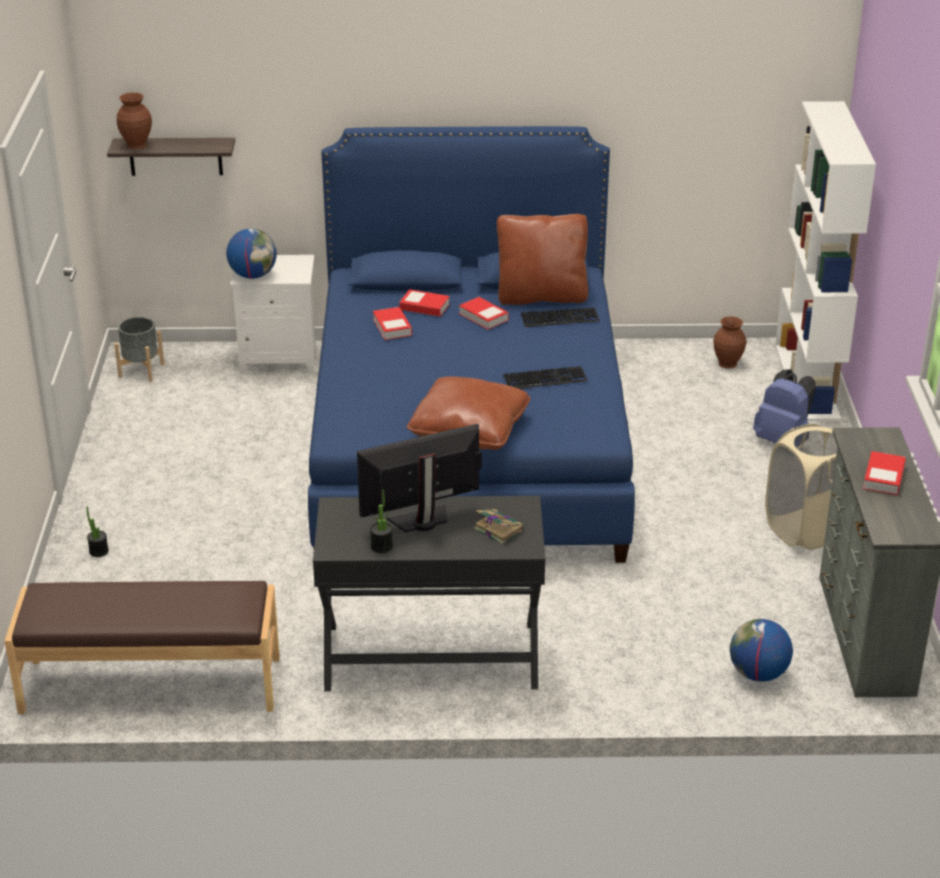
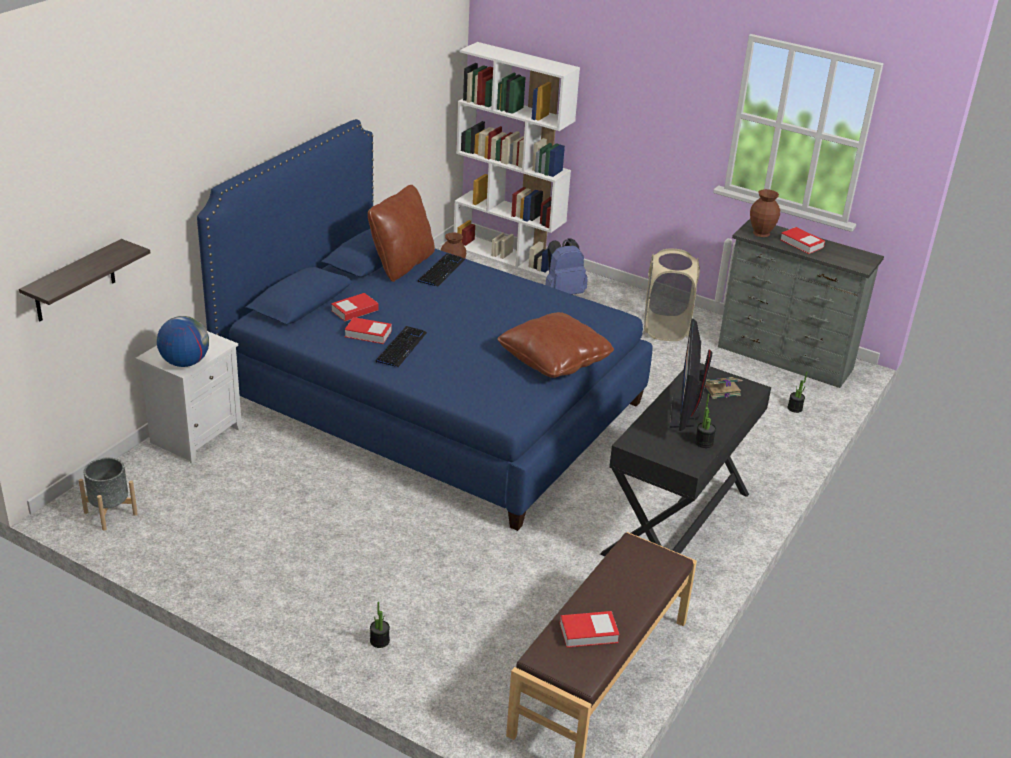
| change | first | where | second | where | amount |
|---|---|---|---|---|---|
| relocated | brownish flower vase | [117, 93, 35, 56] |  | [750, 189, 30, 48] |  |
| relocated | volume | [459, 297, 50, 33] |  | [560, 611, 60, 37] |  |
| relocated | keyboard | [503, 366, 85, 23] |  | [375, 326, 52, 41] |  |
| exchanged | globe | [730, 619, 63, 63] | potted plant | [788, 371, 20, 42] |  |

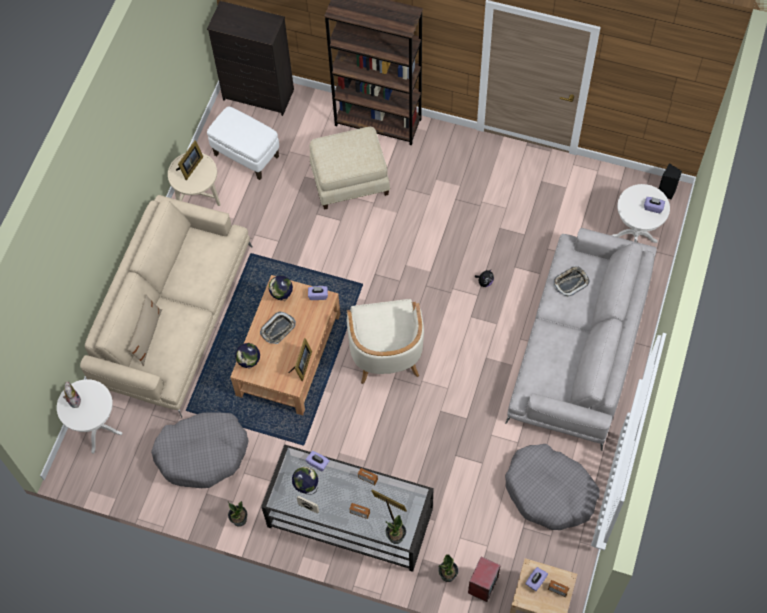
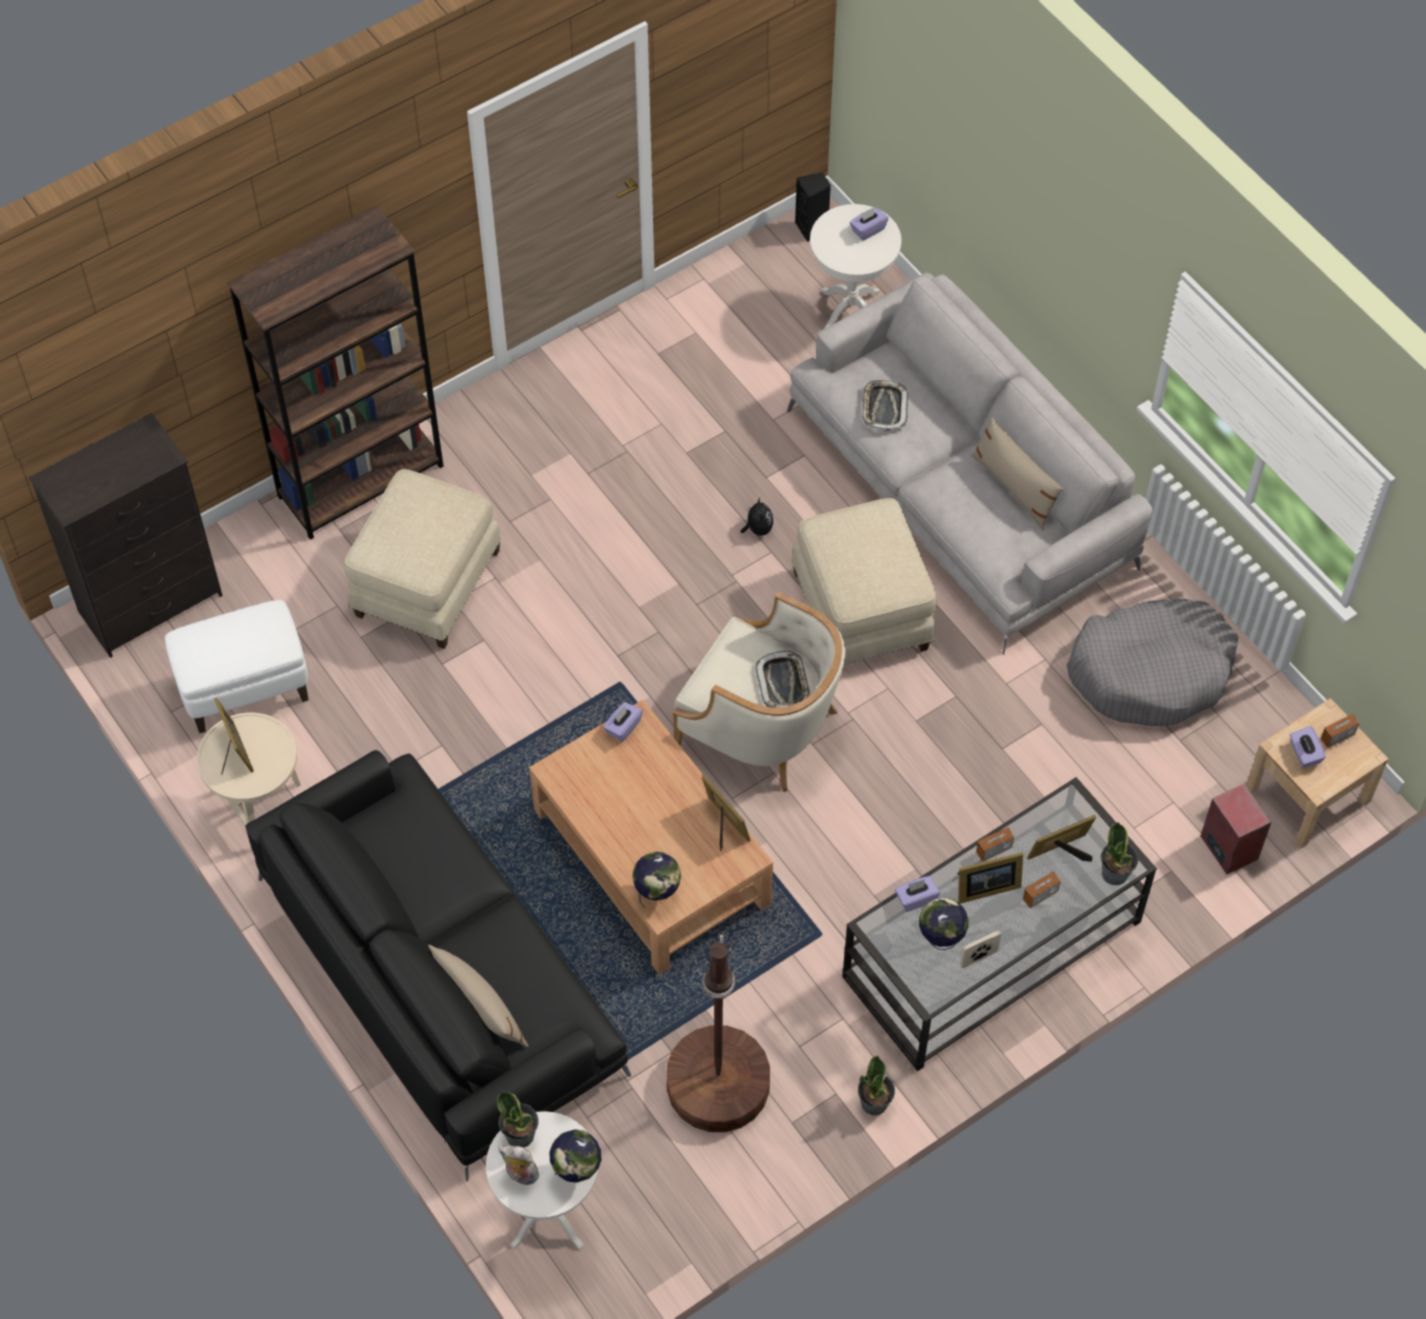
| change | first | where | second | where | amount |
|---|---|---|---|---|---|
| colour | beige sofa | [80, 195, 173, 223] | black-coloured sofa | [245, 750, 386, 432] |  |
| relocated | globe | [269, 275, 24, 26] |  | [549, 1129, 52, 54] |  |
| relocated | tray | [260, 311, 36, 33] |  | [755, 650, 56, 58] |  |
| exchanged | gray dog cushion | [151, 412, 98, 76] | brownish standard lamp | [666, 935, 104, 197] |  |
| relocated | potted plant | [438, 554, 20, 28] |  | [497, 1091, 42, 57] |  |
| appeared |  |  | beige pillow | [971, 416, 93, 114] |  |
| appeared |  |  | beige ottoman | [791, 498, 145, 167] |  |
| appeared |  |  | photo frame | [958, 852, 65, 52] |  |

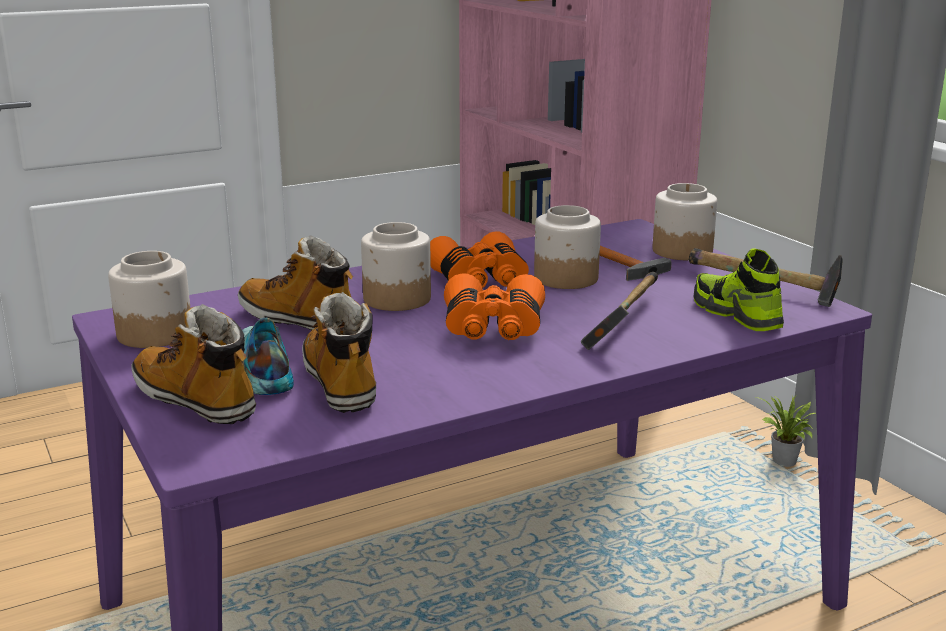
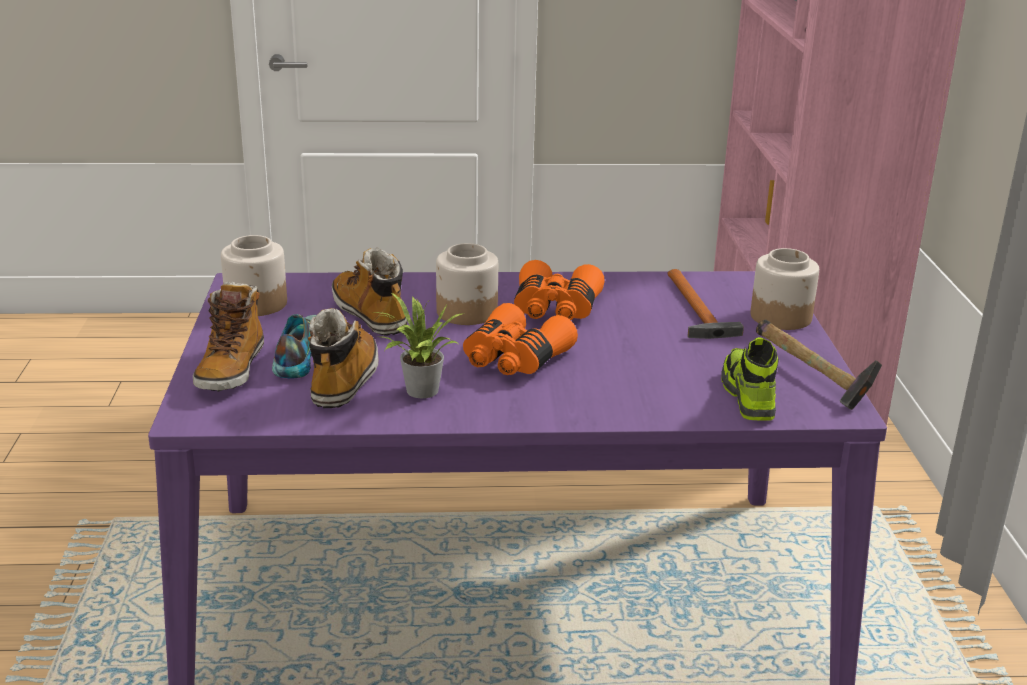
| change | first | where | second | where | amount |
|---|---|---|---|---|---|
| missing | storage jar | [534, 205, 67, 84] |  |  |  |
| missing | hand hammer | [581, 272, 77, 78] |  |  |  |
| spun | tall boot | [132, 304, 124, 120] |  | [193, 282, 71, 110] | 150 degrees counterclockwise |
| relocated | potted plant | [756, 395, 60, 72] |  | [375, 292, 89, 106] |  |

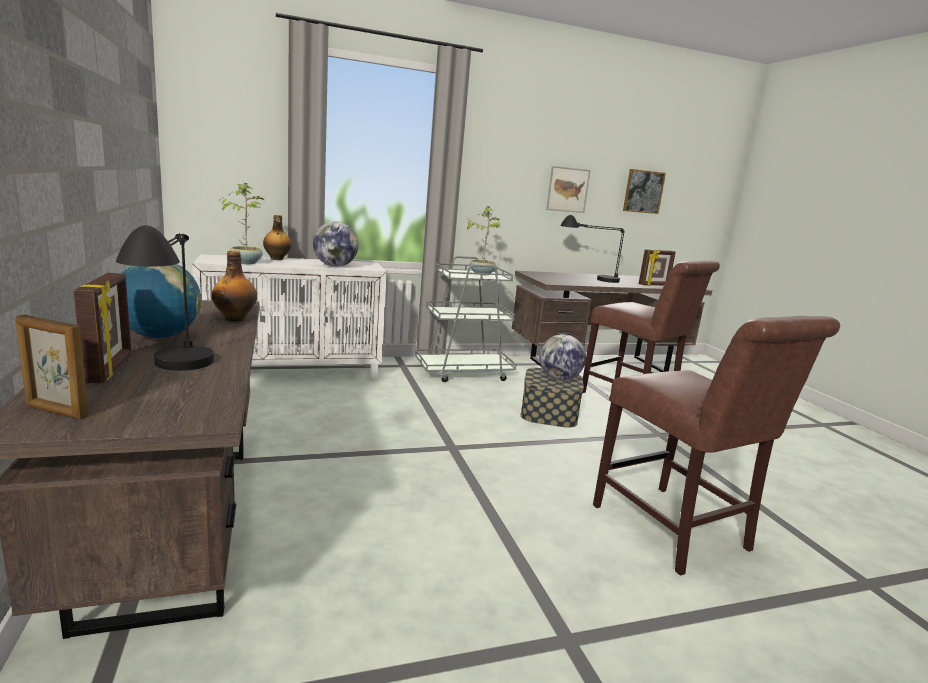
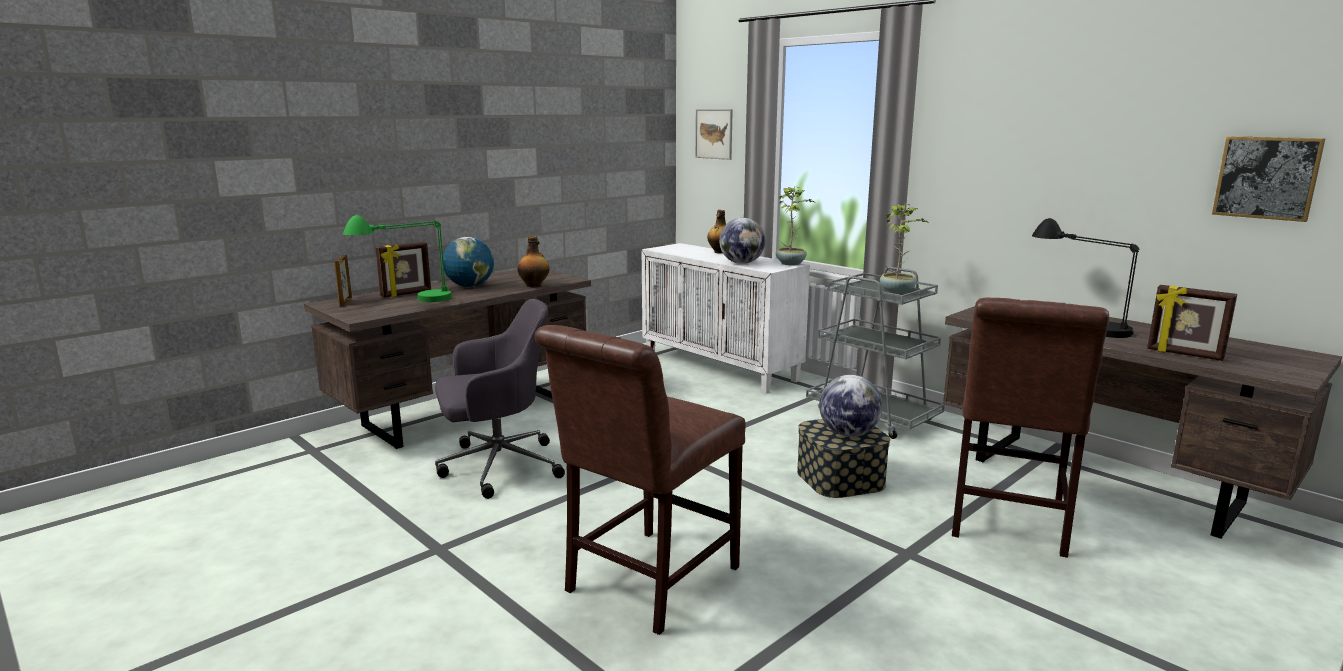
| change | first | where | second | where | amount |
|---|---|---|---|---|---|
| relocated | picture | [546, 166, 45, 47] |  | [695, 109, 38, 51] |  |
| relocated | potted plant | [221, 183, 43, 81] |  | [776, 186, 39, 80] |  |
| colour | black-coloured tabletop lamp | [116, 226, 98, 145] | green-coloured tabletop lamp | [343, 215, 109, 87] |  |
| appeared |  |  | gray desk chair | [435, 299, 130, 200] |  |

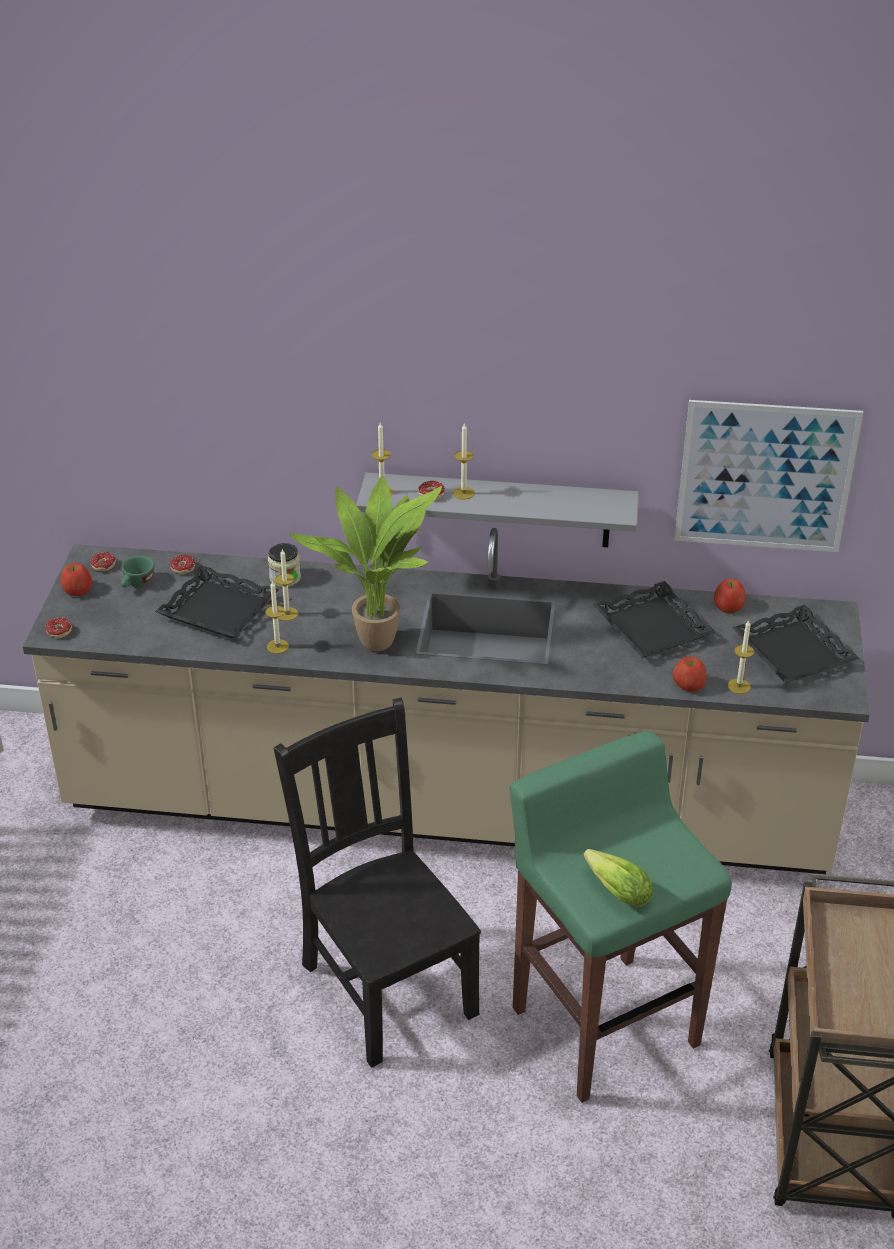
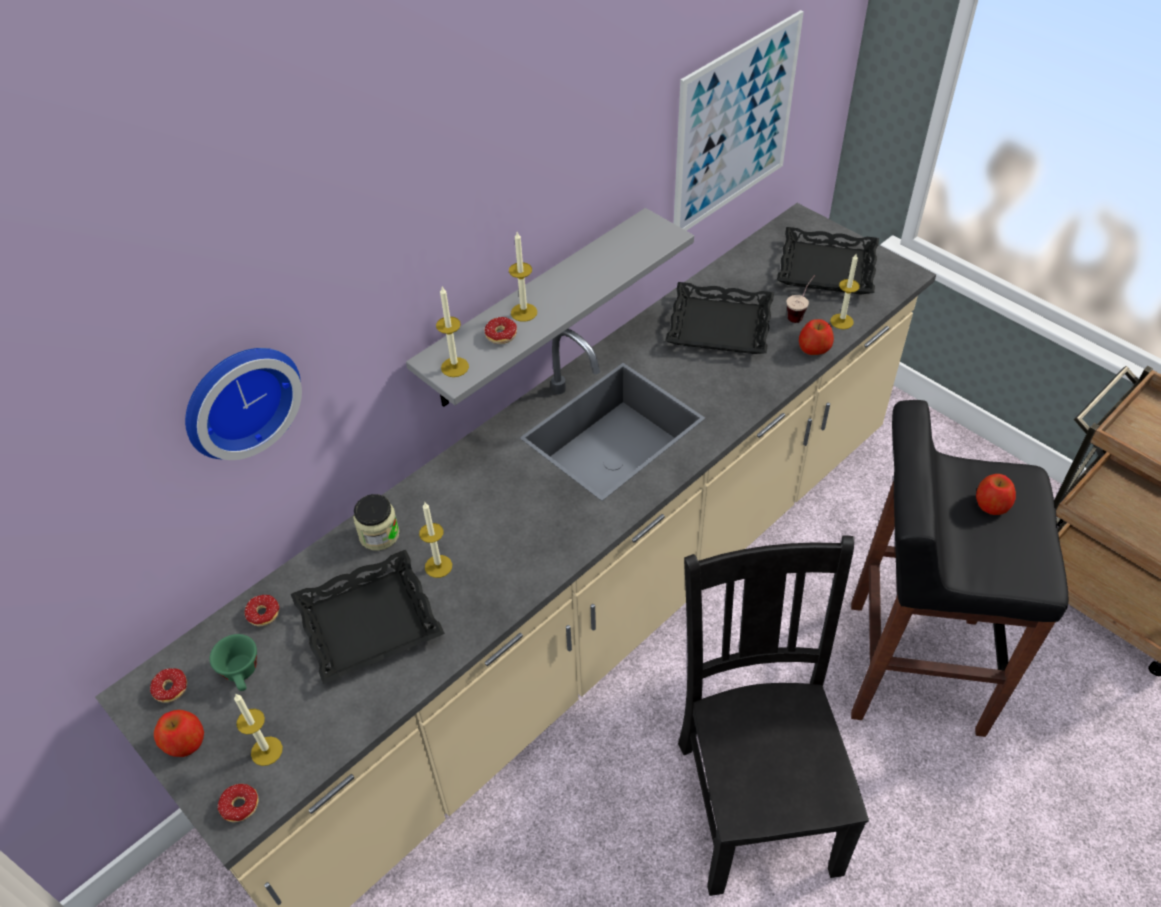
| change | first | where | second | where | amount |
|---|---|---|---|---|---|
| missing | potted plant | [289, 476, 153, 175] |  |  |  |
| relocated | apple | [714, 579, 32, 34] |  | [976, 474, 40, 41] |  |
| relocated | wax light | [265, 580, 24, 74] |  | [234, 693, 49, 73] |  |
| spun | black-coloured upright chair | [274, 698, 207, 370] |  | [678, 535, 191, 361] | 75 degrees clockwise |
| colour | green-coloured stool | [509, 731, 223, 372] | black-coloured stool | [851, 400, 217, 337] |  |
| missing | head of lettuce | [583, 849, 70, 57] |  |  |  |
| appeared |  |  | cup | [787, 275, 28, 48] |  |
| appeared |  |  | wall clock | [185, 348, 117, 112] |  |

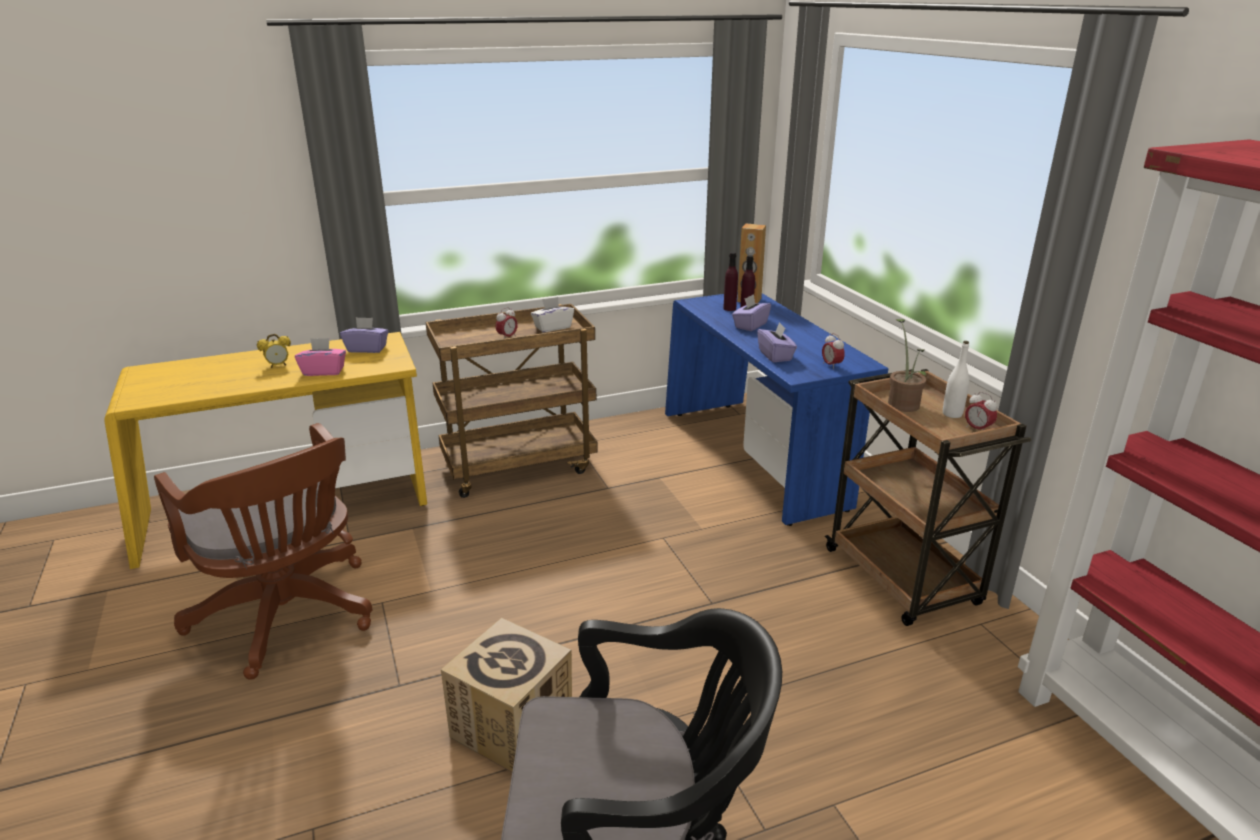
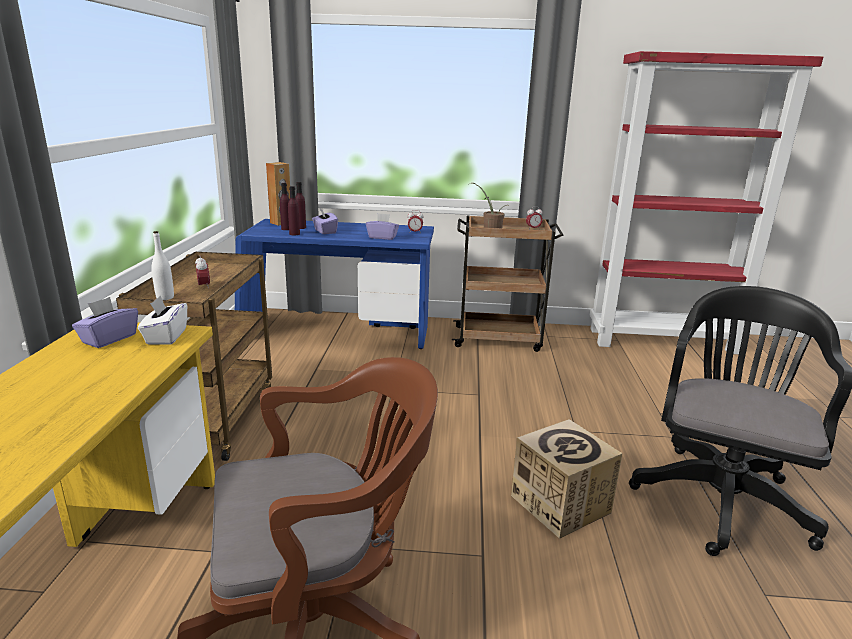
| change | first | where | second | where | amount |
|---|---|---|---|---|---|
| relocated | white-coloured tissue holder | [531, 297, 43, 35] |  | [138, 296, 49, 49] |  |
| missing | table clock | [257, 334, 34, 34] |  |  |  |
| missing | pink tissue holder | [295, 338, 51, 38] |  |  |  |
| relocated | white-coloured bottle | [943, 341, 26, 77] |  | [151, 231, 23, 69] |  |
| appeared |  |  | purple-coloured bottle | [288, 186, 12, 49] |  |

